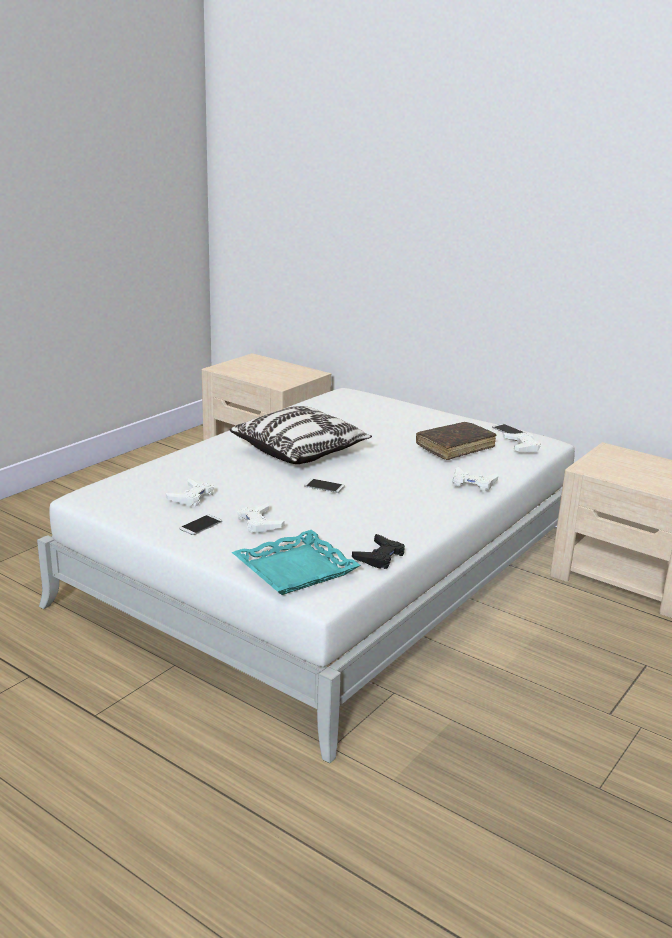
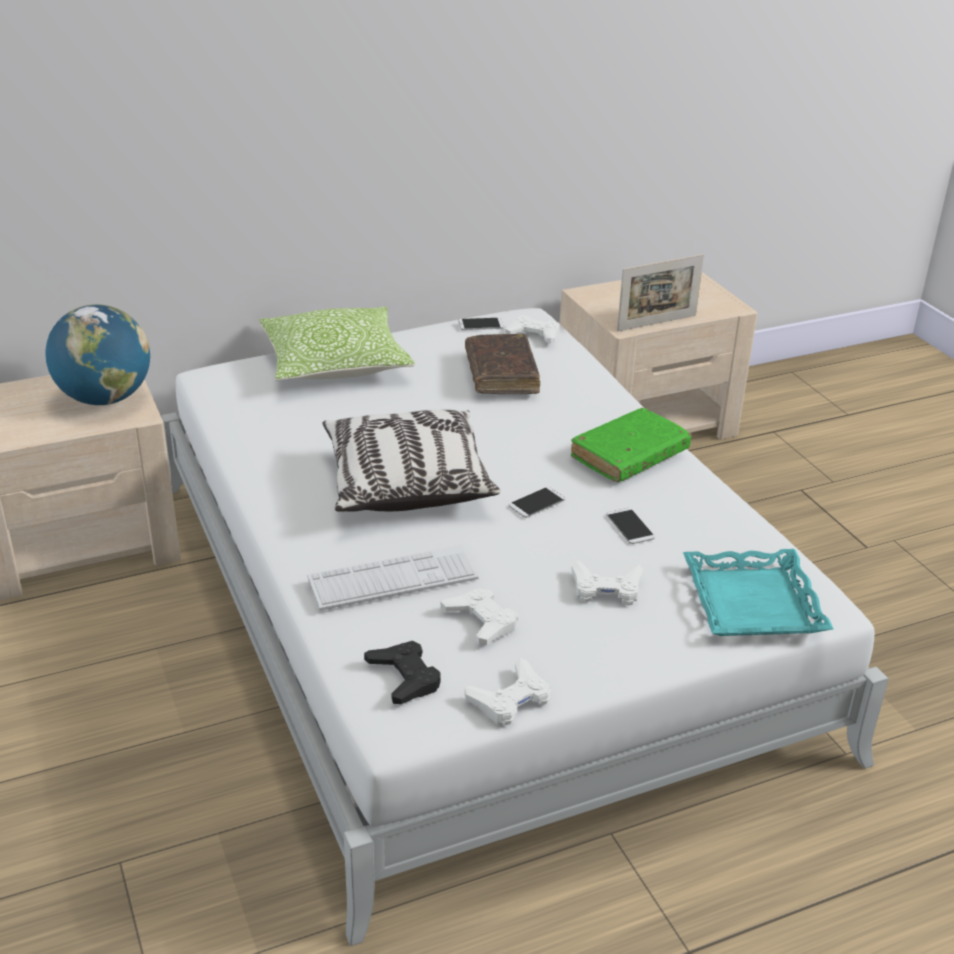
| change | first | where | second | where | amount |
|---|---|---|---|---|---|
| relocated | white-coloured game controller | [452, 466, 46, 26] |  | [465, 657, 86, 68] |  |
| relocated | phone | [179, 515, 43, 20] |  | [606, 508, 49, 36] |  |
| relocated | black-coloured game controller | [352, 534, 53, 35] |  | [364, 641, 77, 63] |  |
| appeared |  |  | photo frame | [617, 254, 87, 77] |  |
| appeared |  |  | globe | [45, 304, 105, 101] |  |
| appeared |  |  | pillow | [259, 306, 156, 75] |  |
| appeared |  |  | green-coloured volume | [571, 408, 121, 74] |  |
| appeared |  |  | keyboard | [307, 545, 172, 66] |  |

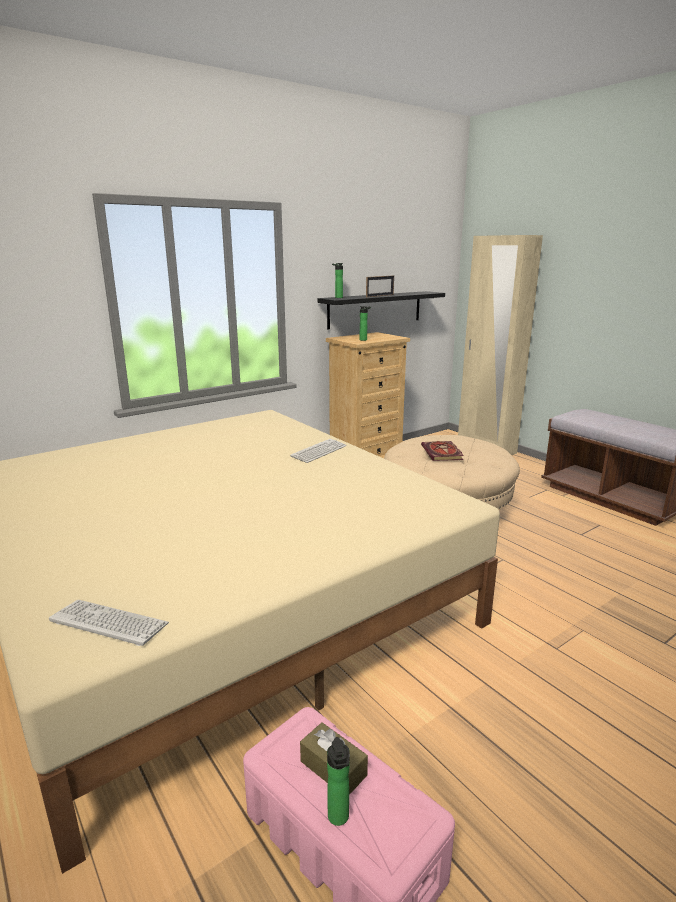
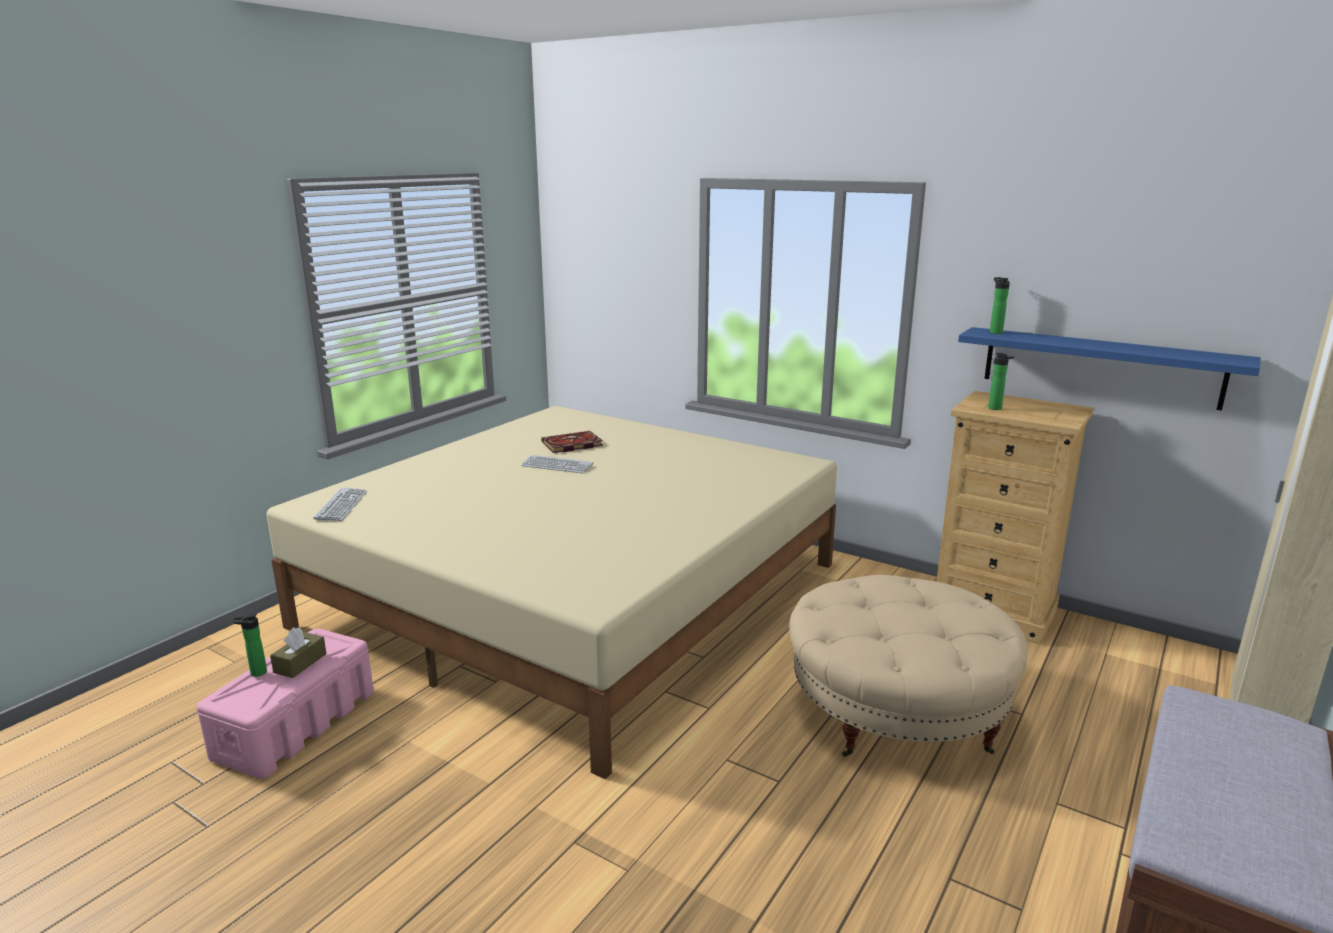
| change | first | where | second | where | amount |
|---|---|---|---|---|---|
| missing | photo frame | [366, 275, 28, 22] |  |  |  |
| colour | black-coloured shelf | [318, 291, 127, 38] | bluish shelf | [958, 327, 303, 84] |  |
| relocated | keyboard | [290, 439, 56, 24] |  | [521, 455, 72, 18] |  |
| relocated | volume | [421, 441, 43, 20] |  | [541, 431, 62, 22] |  |

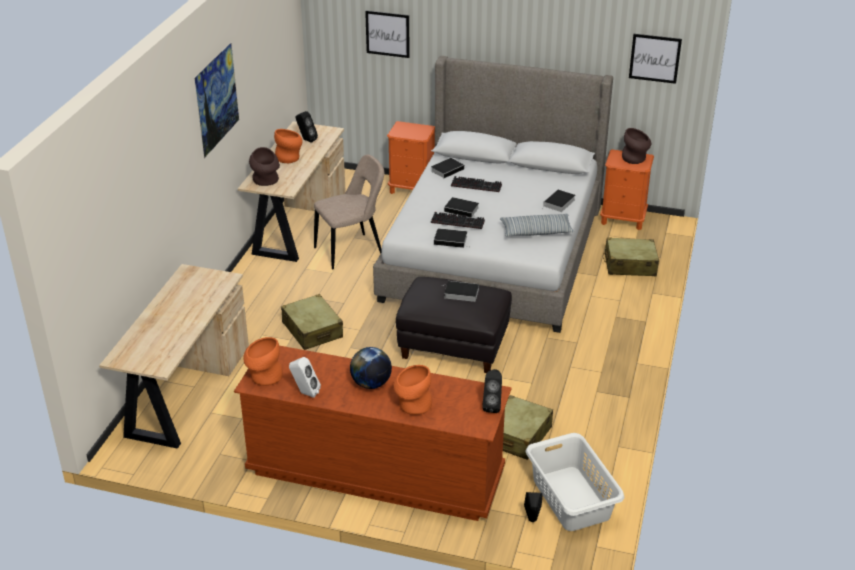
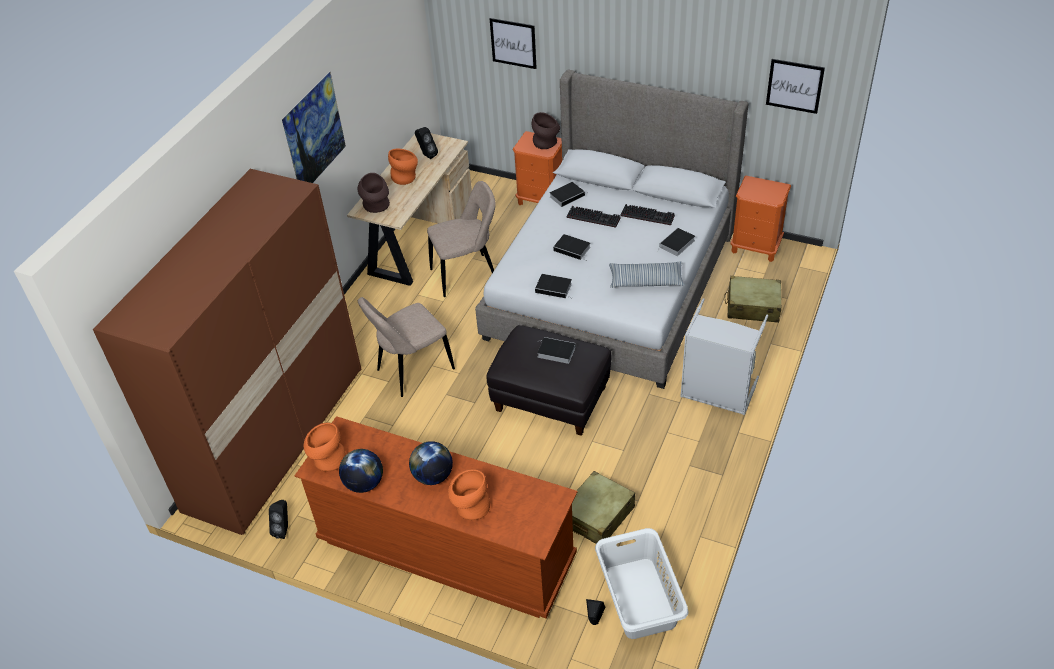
| change | first | where | second | where | amount |
|---|---|---|---|---|---|
| relocated | brownish flower vase | [622, 128, 29, 36] |  | [532, 112, 28, 37] |  |
| relocated | keyboard | [431, 212, 54, 17] |  | [620, 204, 55, 21] |  |
| exchanged | beige desk | [99, 264, 150, 185] | brownish clothes cupboard | [93, 169, 269, 366] |  |
| exchanged | beige piece of luggage | [281, 294, 62, 56] | beige upright chair | [358, 297, 97, 100] |  |
| exchanged | white-coloured audio speaker | [289, 357, 32, 41] | globe | [339, 449, 44, 44] |  |
| relocated | black-coloured audio speaker | [482, 369, 20, 44] |  | [269, 500, 19, 39] |  |
| appeared |  |  | gray hamper | [680, 298, 88, 117] |  |

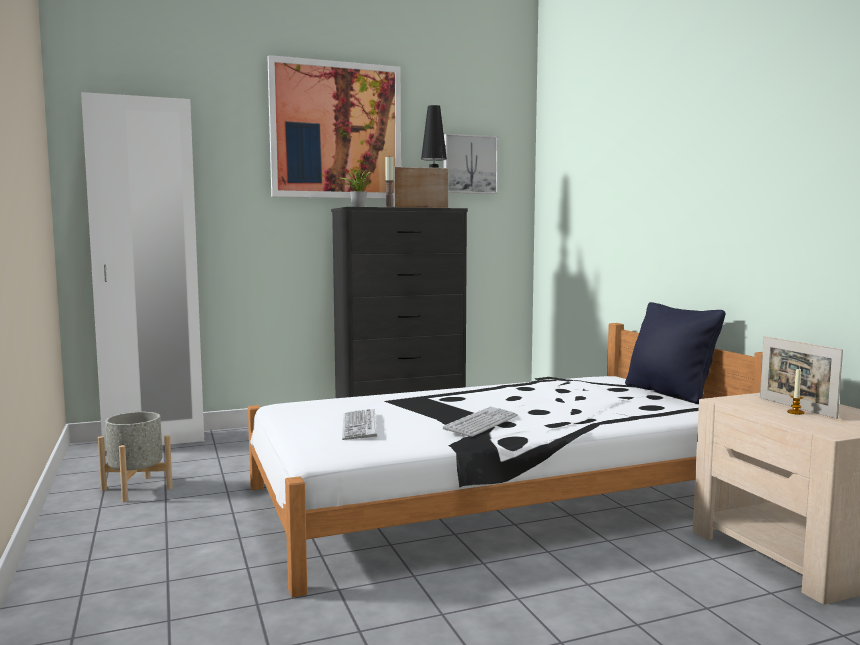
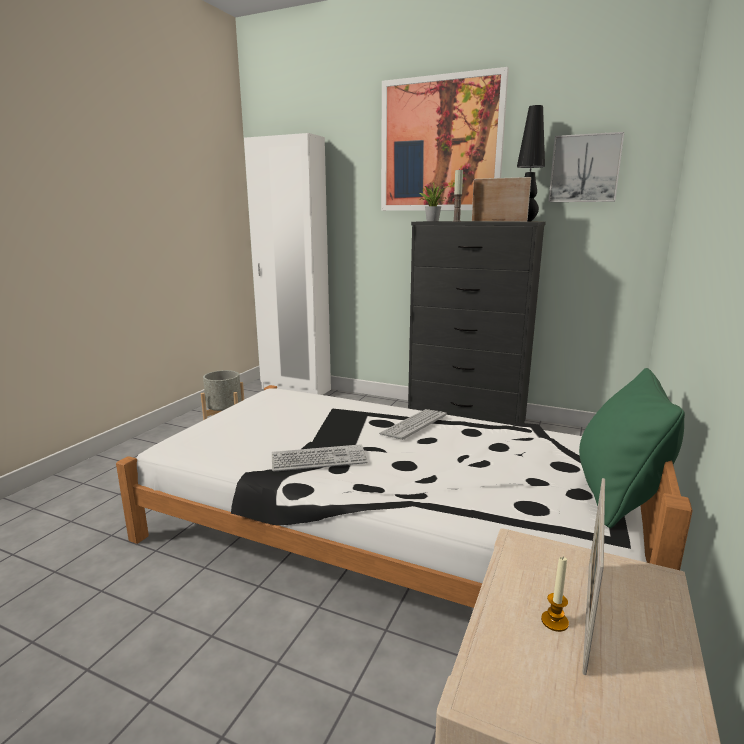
| change | first | where | second | where | amount |
|---|---|---|---|---|---|
| colour | black-coloured pillow | [625, 302, 101, 102] | green-coloured pillow | [579, 368, 106, 160] |  |
| relocated | keyboard | [342, 409, 35, 31] |  | [379, 409, 68, 31] |  |

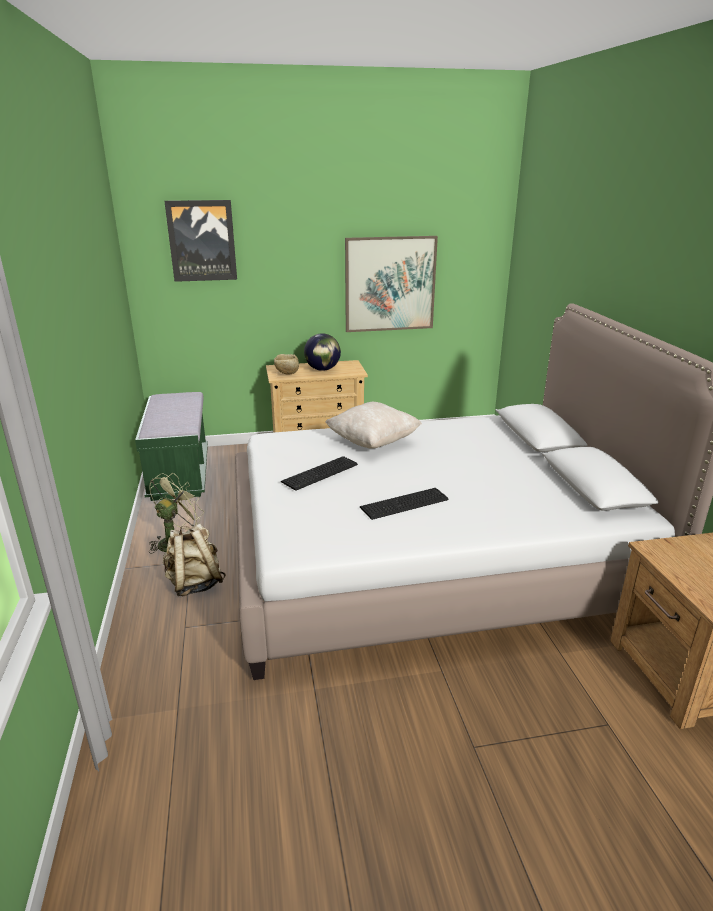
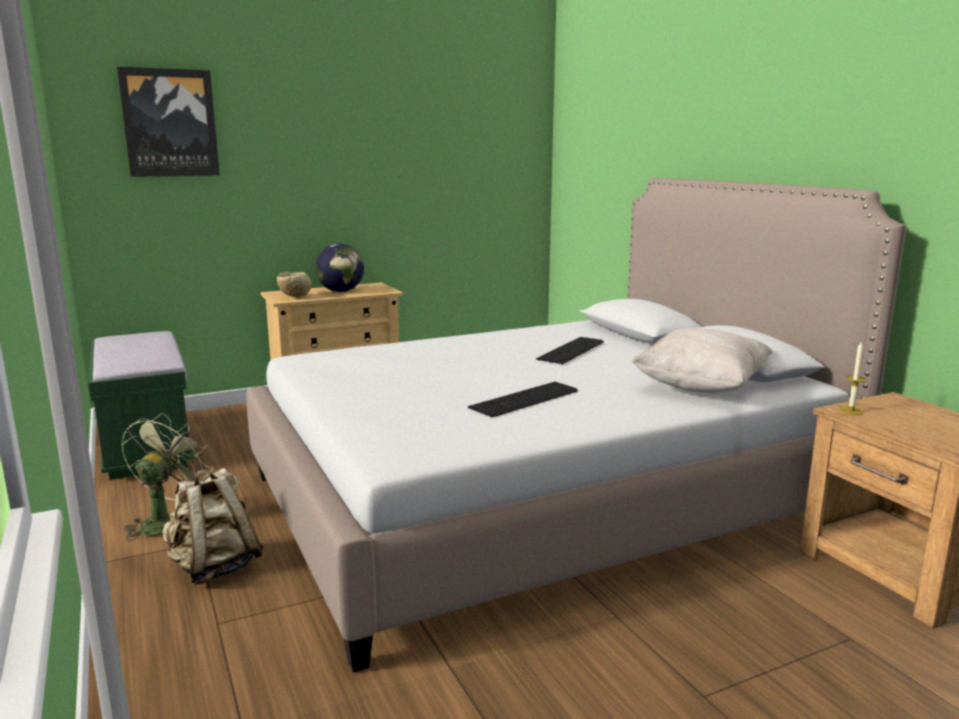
| change | first | where | second | where | amount |
|---|---|---|---|---|---|
| missing | picture | [345, 236, 93, 96] |  |  |  |
| relocated | beige pillow | [325, 402, 97, 46] |  | [632, 328, 141, 65] |  |
| relocated | keyboard | [281, 456, 77, 35] |  | [536, 337, 68, 27] |  |
| appeared |  |  | wax light | [839, 342, 27, 73] |  |

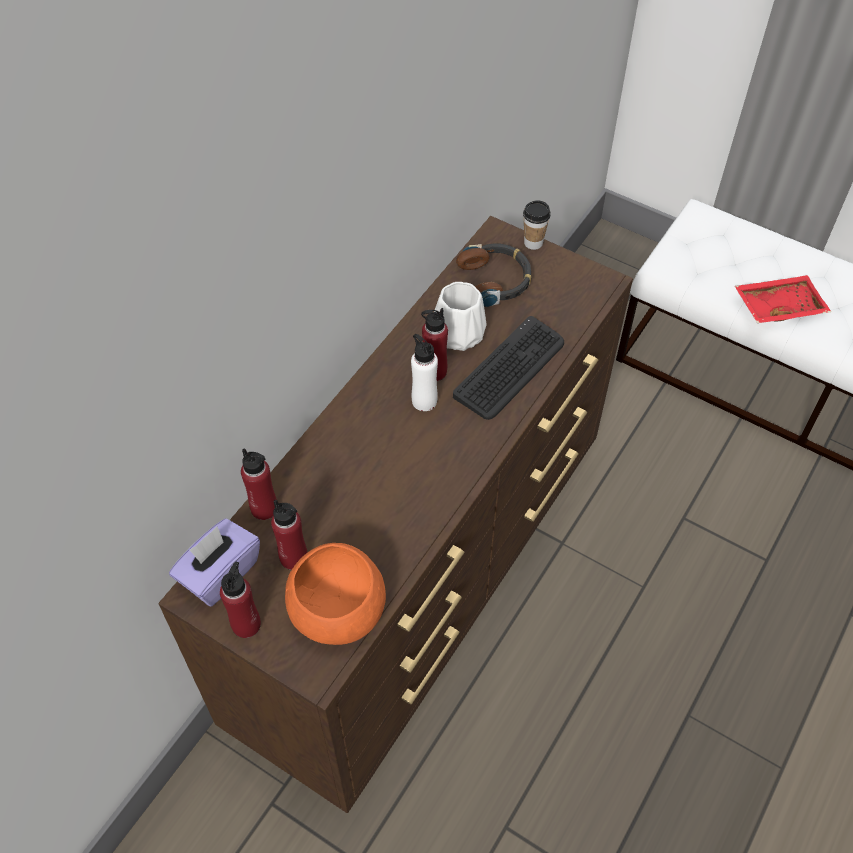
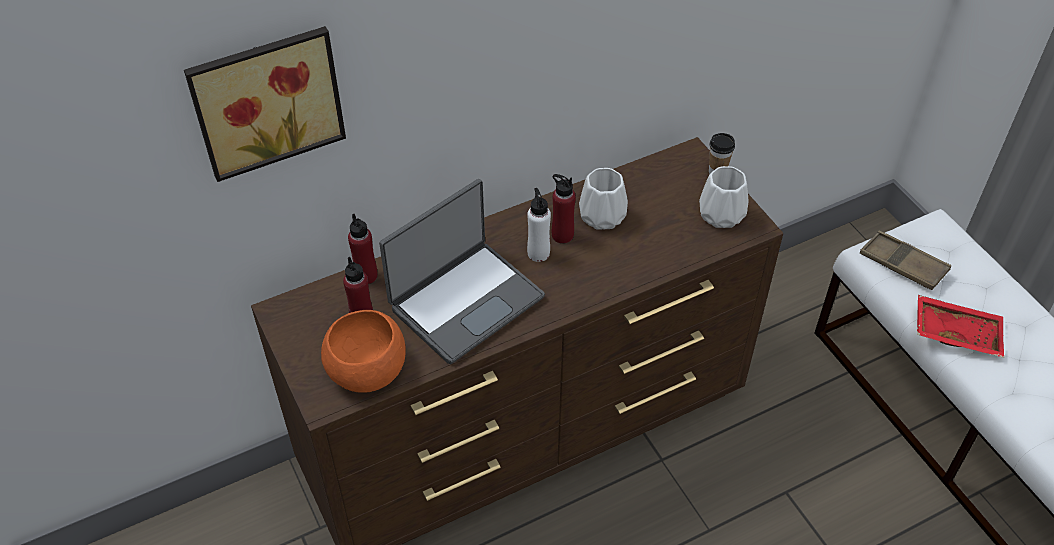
| change | first | where | second | where | amount |
|---|---|---|---|---|---|
| missing | pair of headphones | [456, 243, 75, 64] |  |  |  |
| missing | keyboard | [453, 316, 111, 104] |  |  |  |
| missing | purple-coloured tissue holder | [169, 518, 91, 89] |  |  |  |
| missing | red-coloured bottle | [220, 562, 41, 76] |  |  |  |
| appeared |  |  | picture | [184, 26, 162, 156] |  |
| appeared |  |  | white-coloured flower vase | [699, 166, 50, 62] |  |
| appeared |  |  | portable computer | [379, 179, 166, 185] |  |
| appeared |  |  | brownish tray | [860, 231, 91, 59] |  |

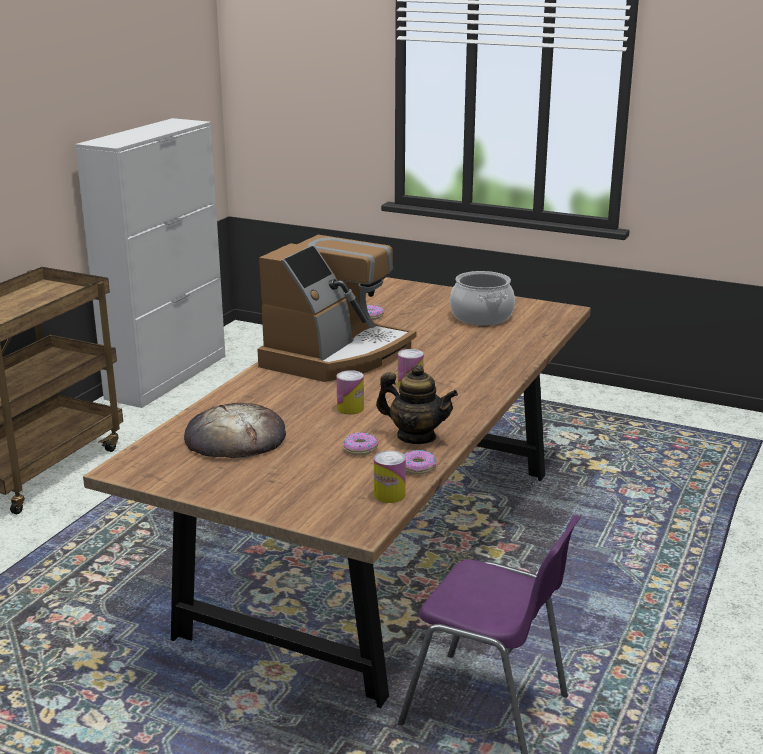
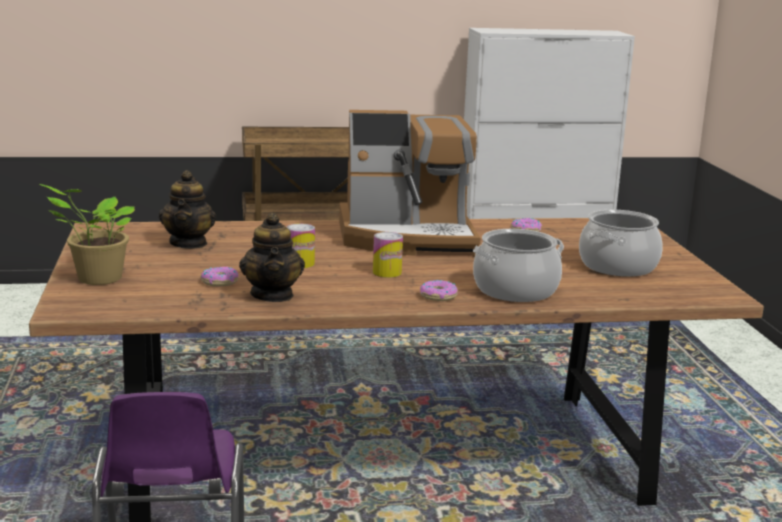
| change | first | where | second | where | amount |
|---|---|---|---|---|---|
| exchanged | baked bread | [184, 403, 102, 55] | tea pot | [159, 170, 57, 79] |  |
| missing | can | [374, 450, 32, 53] |  |  |  |
| relocated | doughnut | [404, 450, 33, 24] |  | [420, 280, 38, 21] |  |
| appeared |  |  | potted plant | [40, 184, 95, 101] |  |
| appeared |  |  | saucepot | [473, 229, 91, 73] |  |

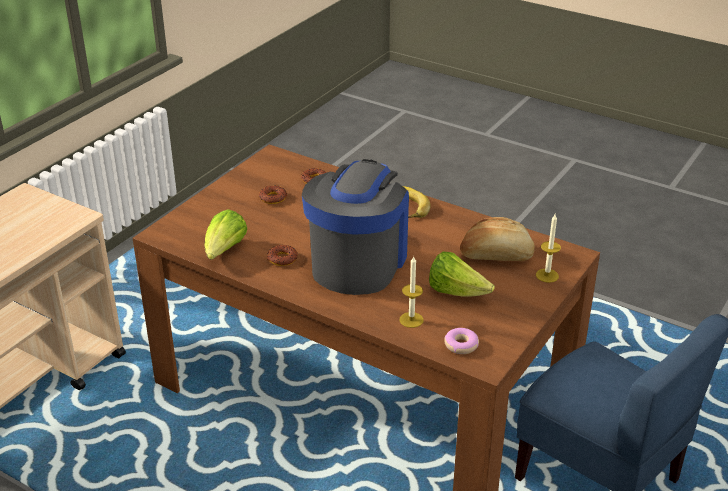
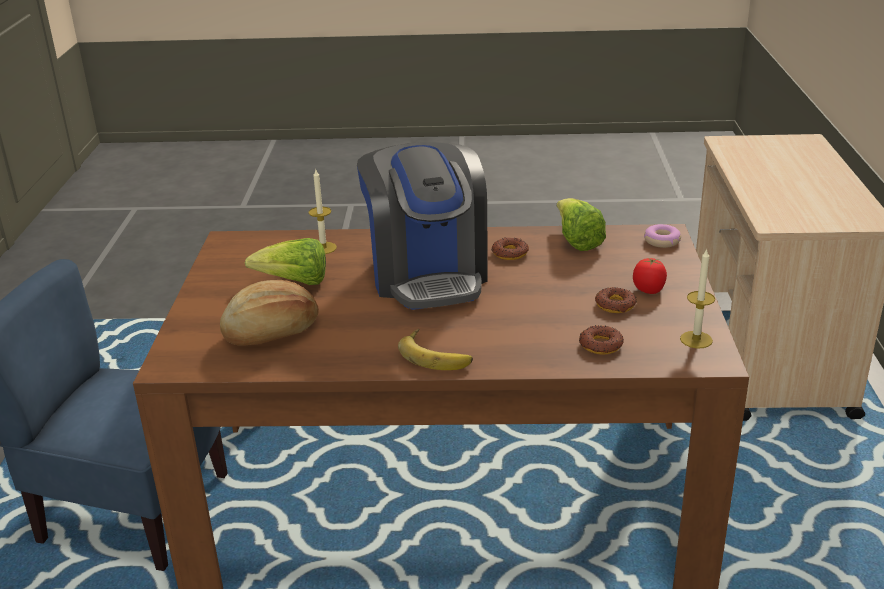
| change | first | where | second | where | amount |
|---|---|---|---|---|---|
| relocated | wax light | [536, 214, 25, 69] |  | [680, 248, 35, 100] |  |
| relocated | doughnut | [444, 328, 35, 26] |  | [644, 224, 37, 24] |  |
| appeared |  |  | whole tomato | [633, 258, 34, 36] |  |

